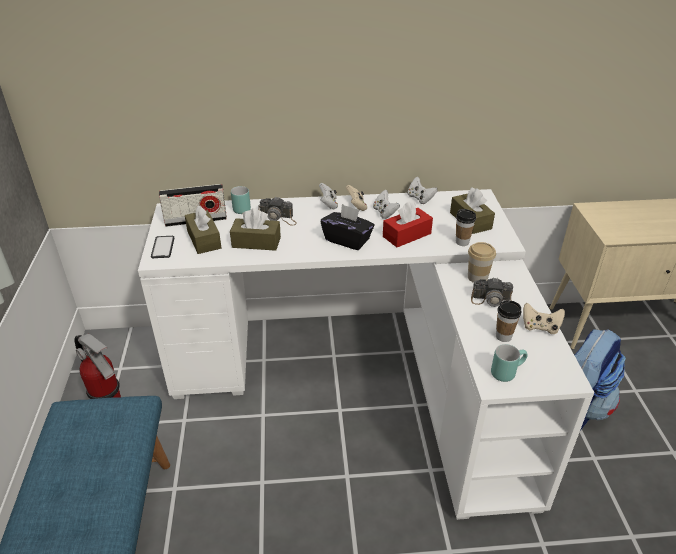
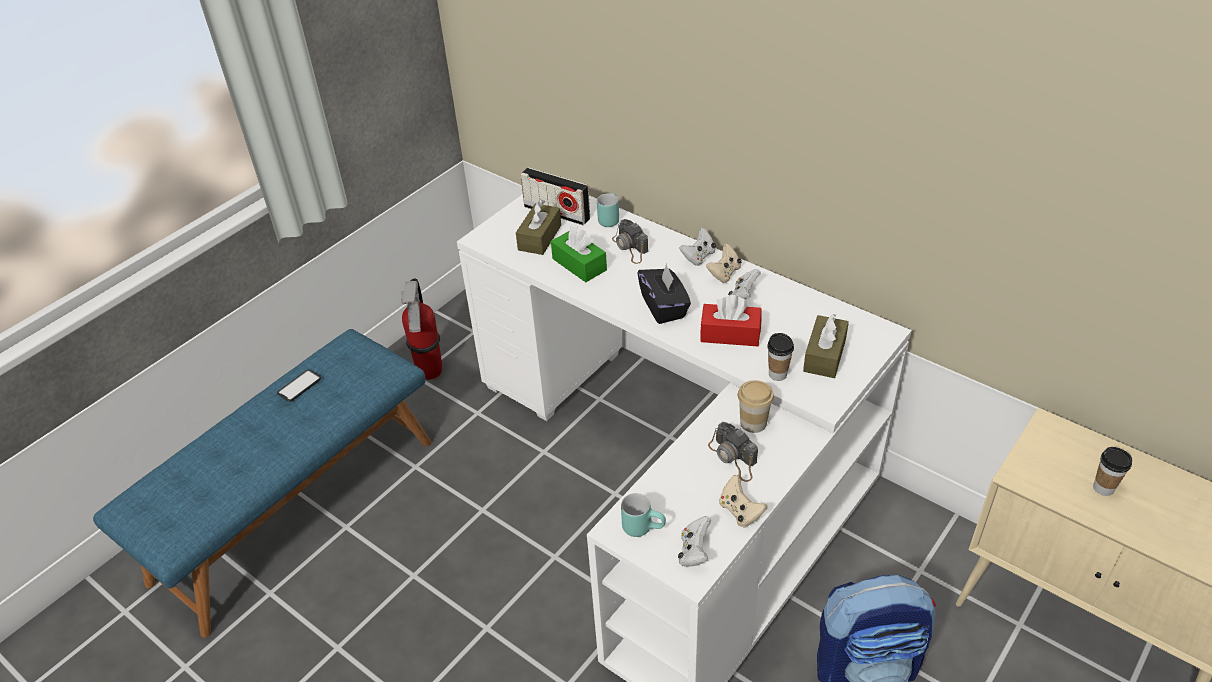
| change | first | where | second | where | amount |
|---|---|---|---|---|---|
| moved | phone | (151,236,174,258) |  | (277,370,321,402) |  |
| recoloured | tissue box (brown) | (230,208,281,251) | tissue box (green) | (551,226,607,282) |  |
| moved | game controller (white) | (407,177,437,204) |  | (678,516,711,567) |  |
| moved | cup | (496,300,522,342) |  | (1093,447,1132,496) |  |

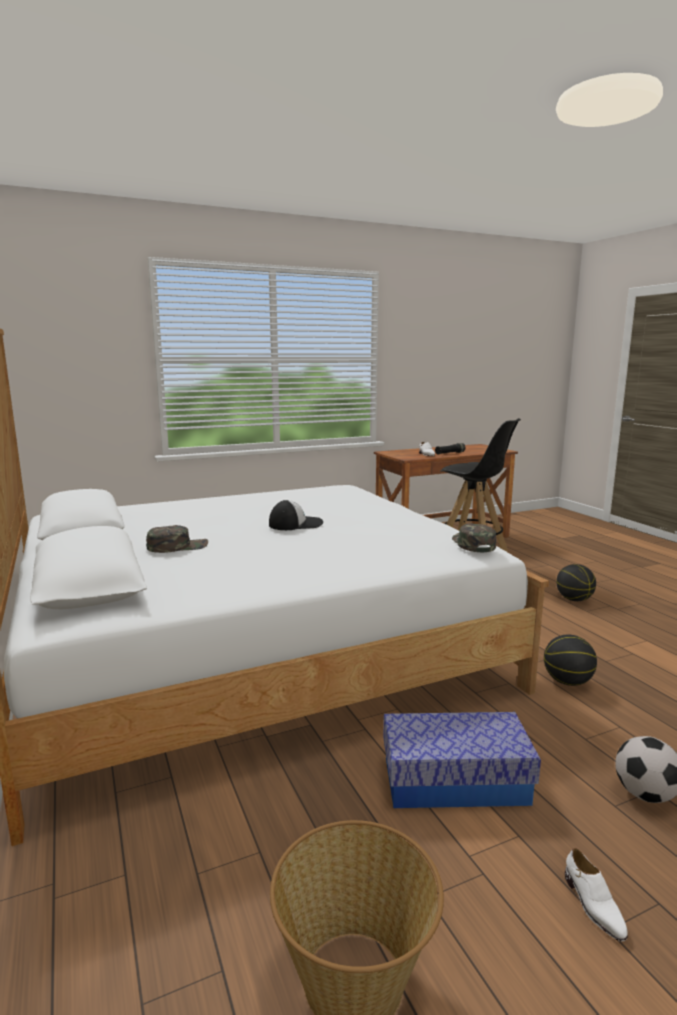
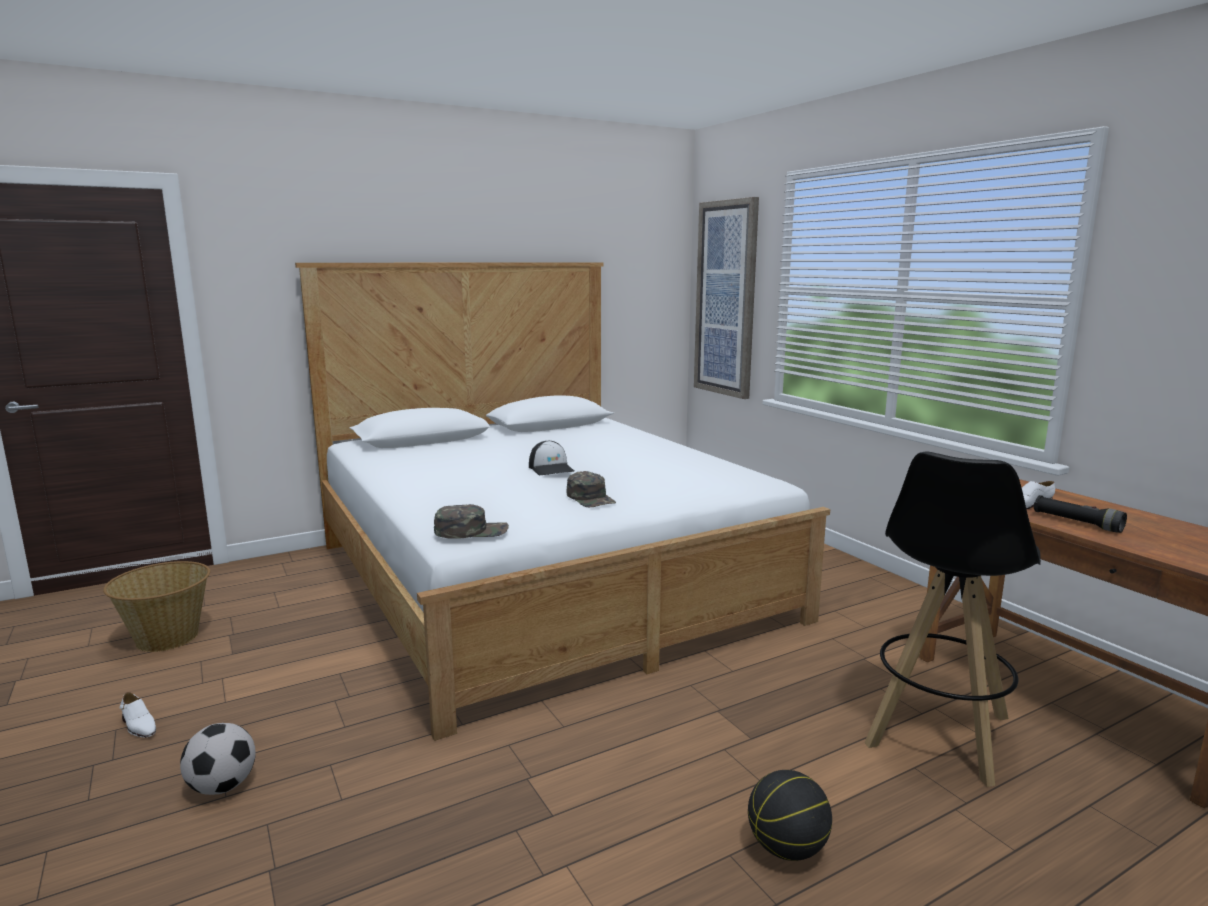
| change | first | where | second | where | amount |
|---|---|---|---|---|---|
| moved | cap (green) | (146,525,208,553) |  | (567,471,616,507) |  |
| removed | storage box | (383,712,541,808) |  |  |  |
| removed | basketball | (544,635,597,686) |  |  |  |
| turned | shoe (white) | (565,848,628,941) |  | (120,692,156,738) | 120 degrees counterclockwise |
| added |  |  | picture | (694,197,759,399) |  |

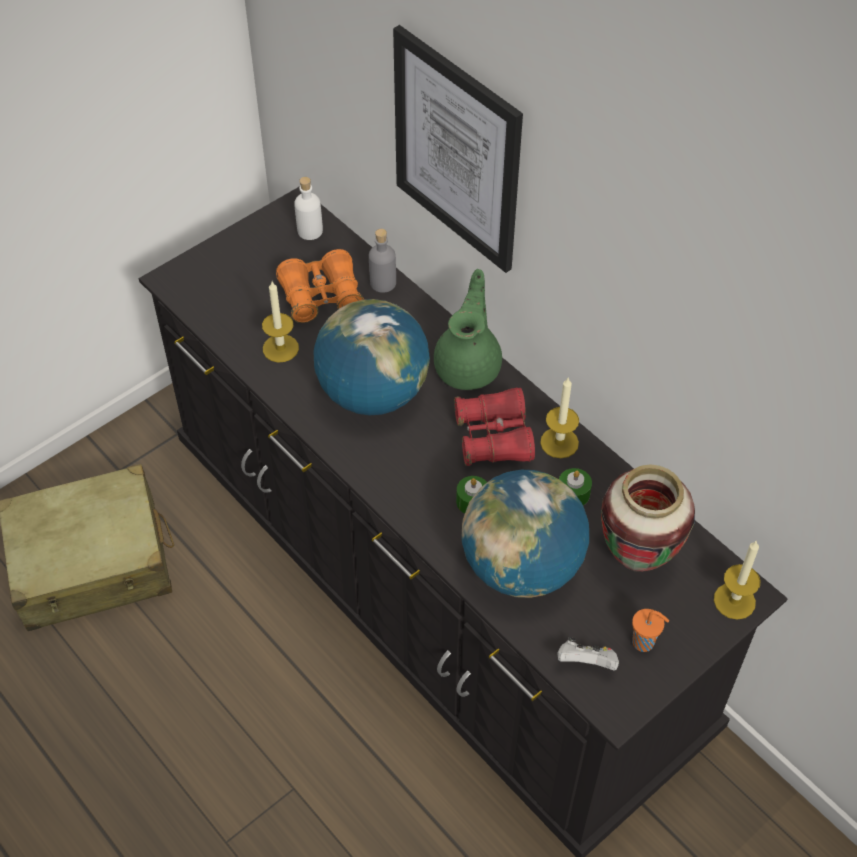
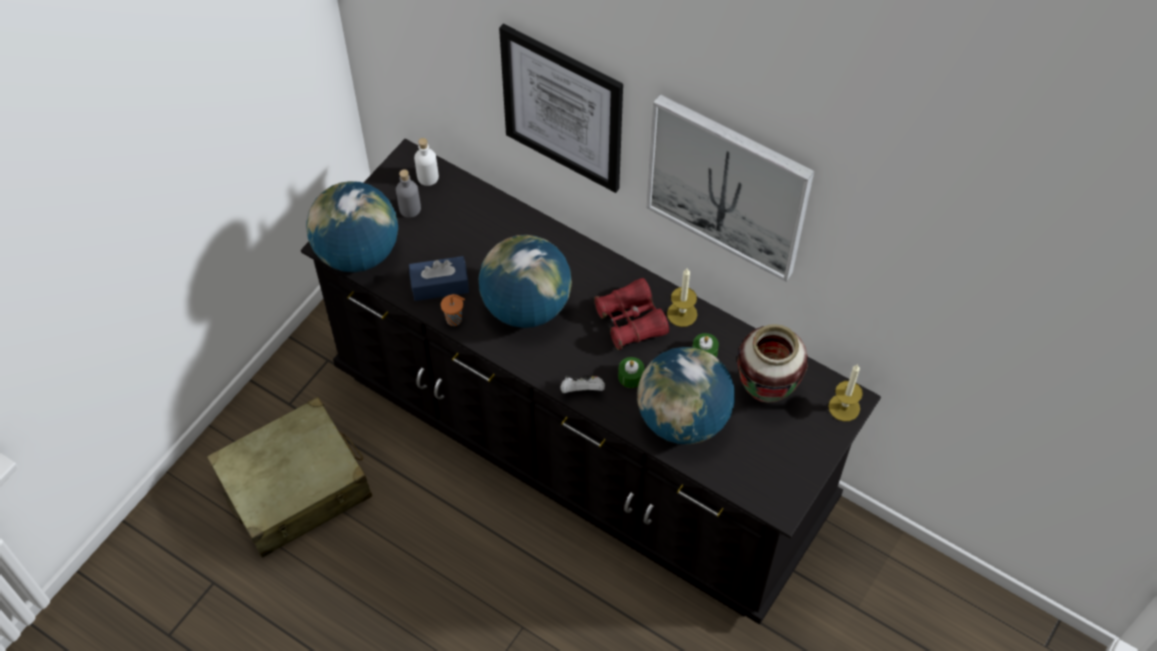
| change | first | where | second | where | amount |
|---|---|---|---|---|---|
| replaced | candle | (262,282,299,363) | tissue box (blue) | (409,256,469,301) |  |
| removed | binoculars (orange) | (276,249,364,323) |  |  |  |
| moved | bottle (grey) | (369,229,396,293) |  | (396,169,421,218) |  |
| removed | teapot (green) | (434,269,502,390) |  |  |  |
| moved | game controller (white) | (557,637,619,671) |  | (561,375,605,393) |  |
| moved | cup (orange) | (632,609,669,652) |  | (441,294,465,326) |  |
| added |  |  | globe | (306,181,398,272) |  |
| added |  |  | picture | (647,94,814,282) |  |

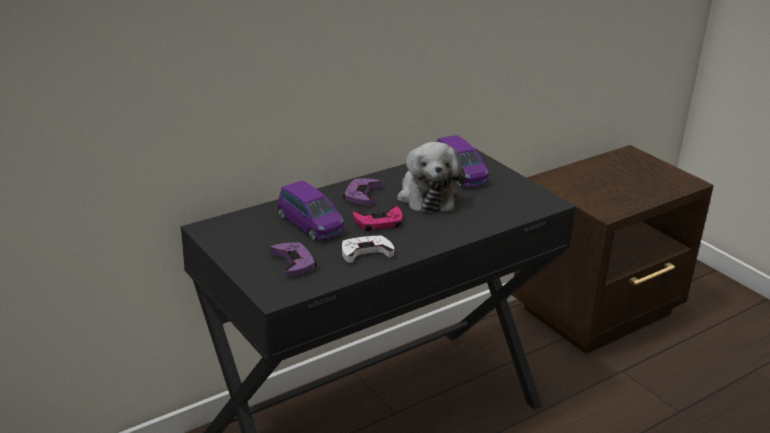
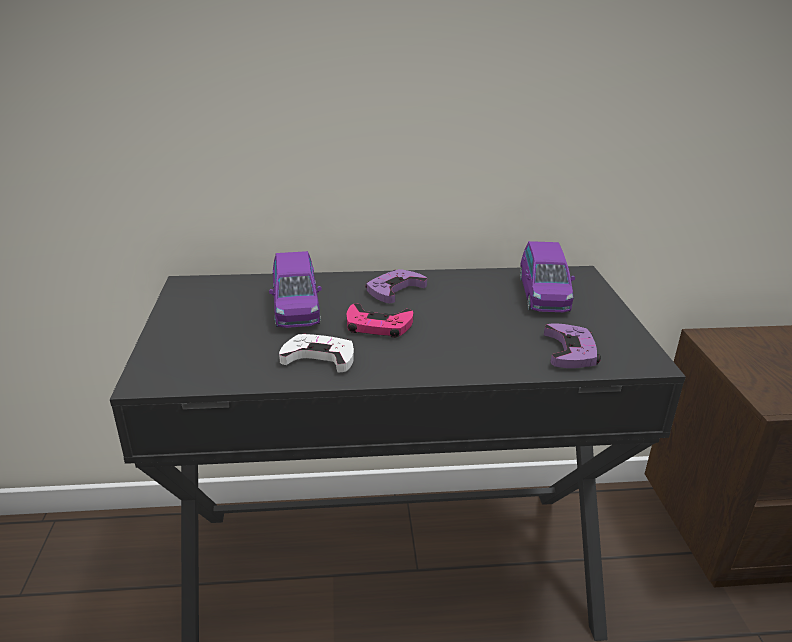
| change | first | where | second | where | amount |
|---|---|---|---|---|---|
| moved | game controller (purple) | (270,242,317,277) |  | (544,324,601,368) |  |
| removed | plush toy | (397,142,465,213) |  |  |  |

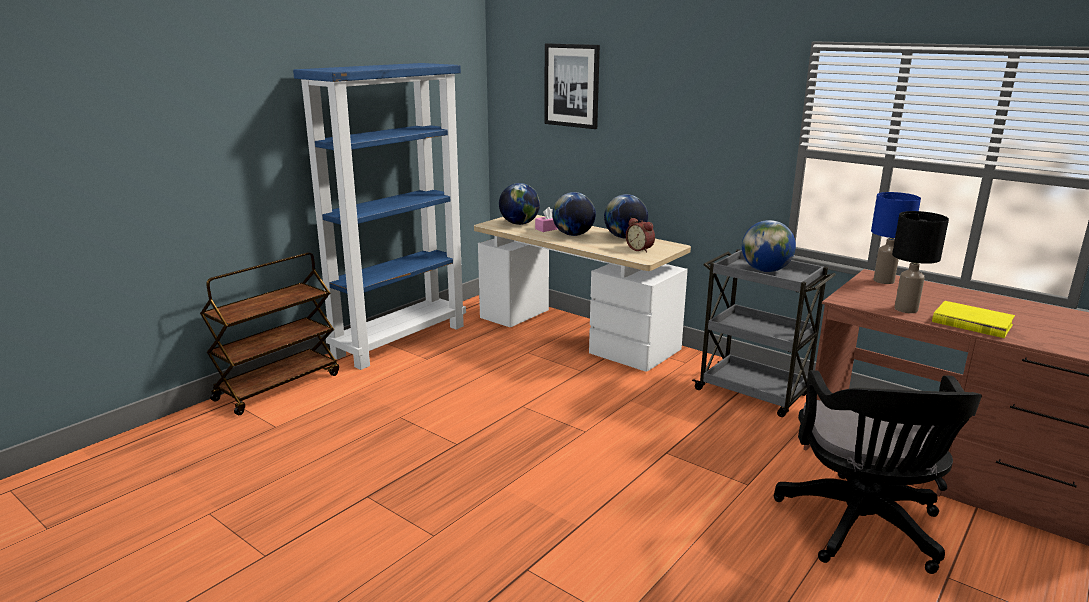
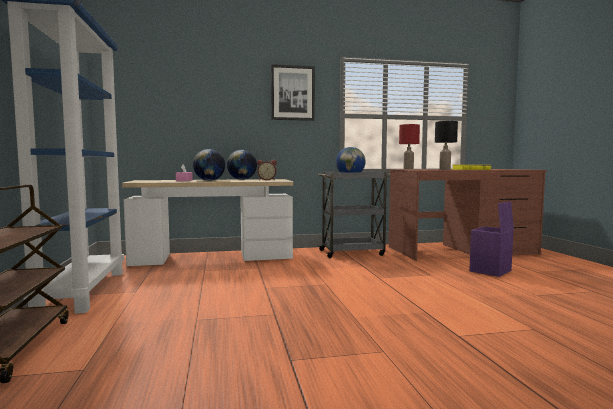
| change | first | where | second | where | amount |
|---|---|---|---|---|---|
| removed | globe | (499,183,540,225) |  |  |  |
| moved | picture | (544,44,600,129) |  | (271,64,315,121) |  |
| replaced | office chair (black) | (773,370,982,574) | storage box (purple) | (469,201,514,277) |  |
| recoloured | table lamp (blue) | (871,192,921,284) | table lamp (red) | (399,124,420,169) |  |

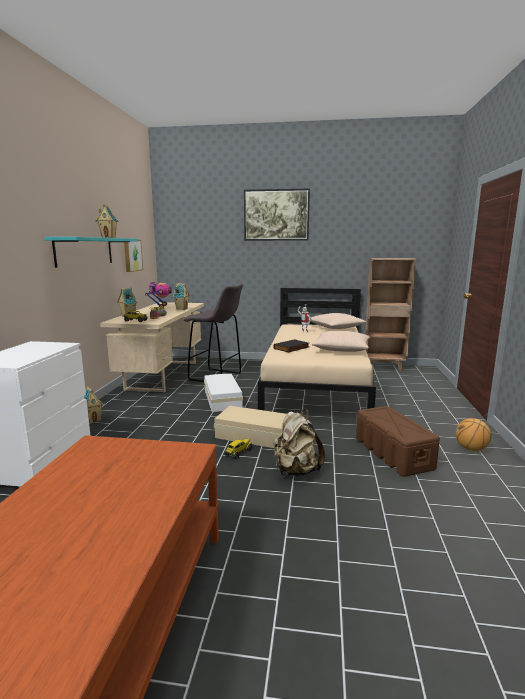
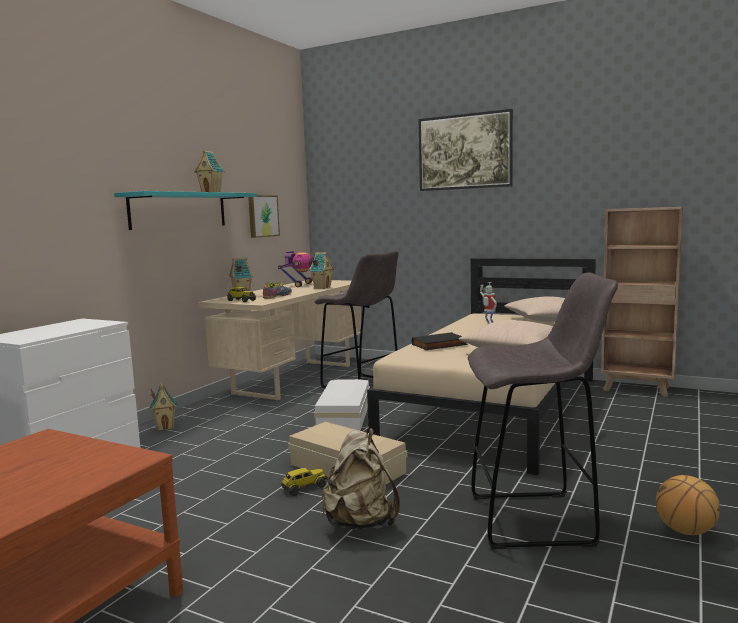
| change | first | where | second | where | amount |
|---|---|---|---|---|---|
| replaced | storage box (brown) | (356,406,440,477) | stool (grey) | (468,272,618,549) |  |

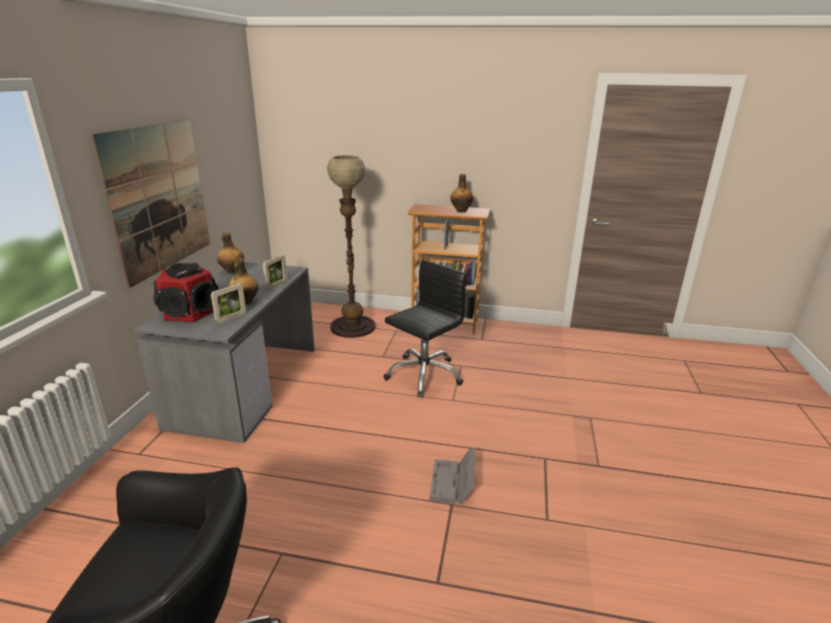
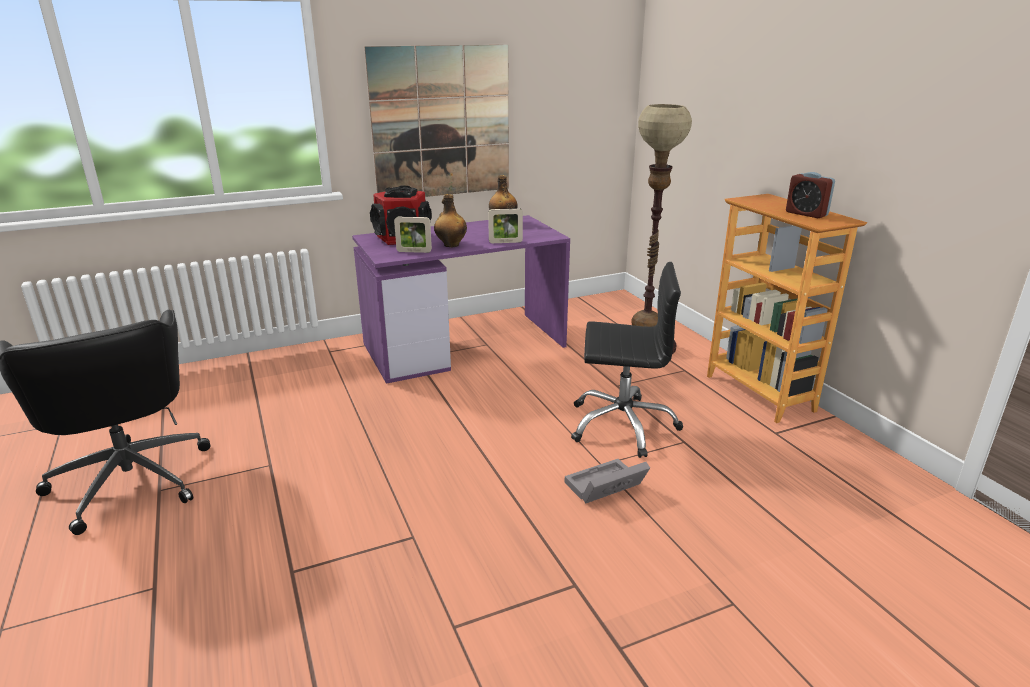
| change | first | where | second | where | amount |
|---|---|---|---|---|---|
| recoloured | desk (grey) | (134,262,315,443) | desk (purple) | (352,215,570,384) |  |
| moved | storage box (grey) | (429,448,475,505) |  | (564,459,650,504) |  |
| replaced | bottle | (451,174,473,213) | alarm clock | (786,172,835,218) |  |

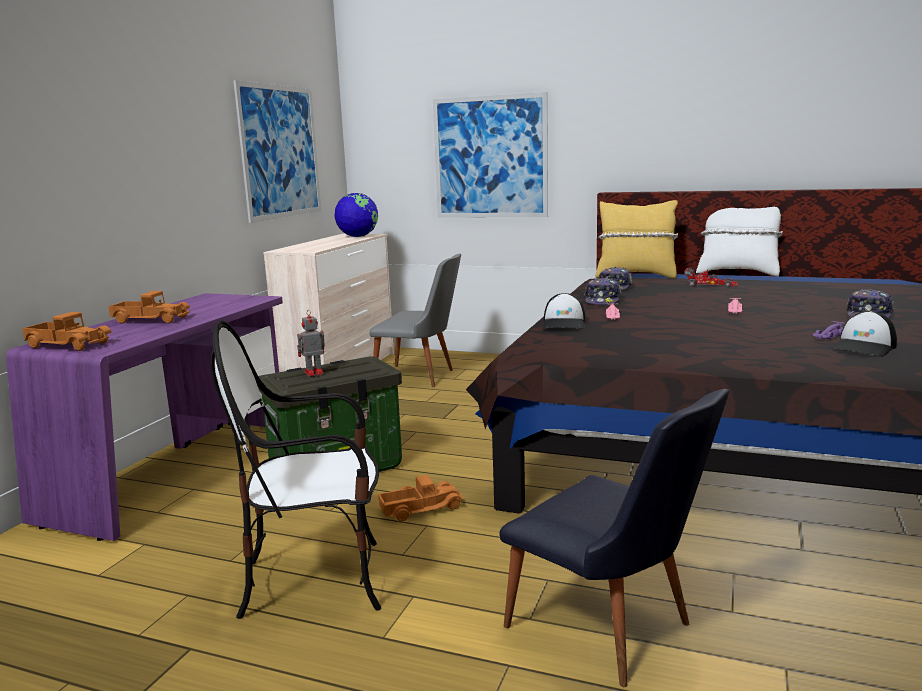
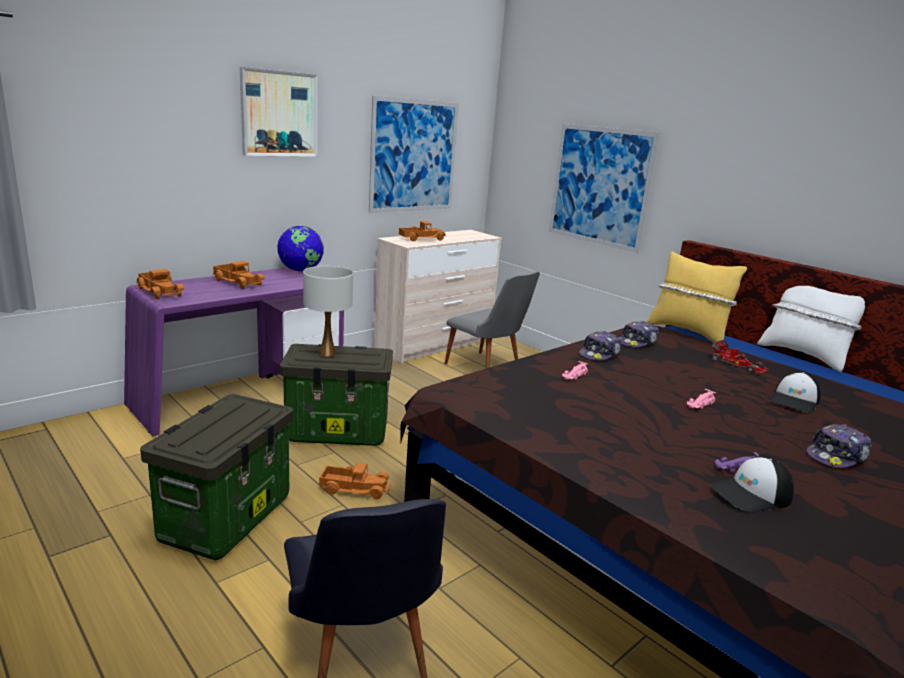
| change | first | where | second | where | amount |
|---|---|---|---|---|---|
| replaced | chair | (210,320,381,619) | storage box | (140,394,293,560) |  |
| replaced | toy robot | (297,310,325,377) | table lamp (white) | (303,266,353,357) |  |
| moved | globe | (335,193,378,237) |  | (277,226,324,271) |  |
| moved | cap | (543,293,586,329) |  | (770,371,821,413) |  |
| added |  |  | picture | (240,67,318,157) |  |
| added |  |  | toy truck | (399,221,446,241) |  |

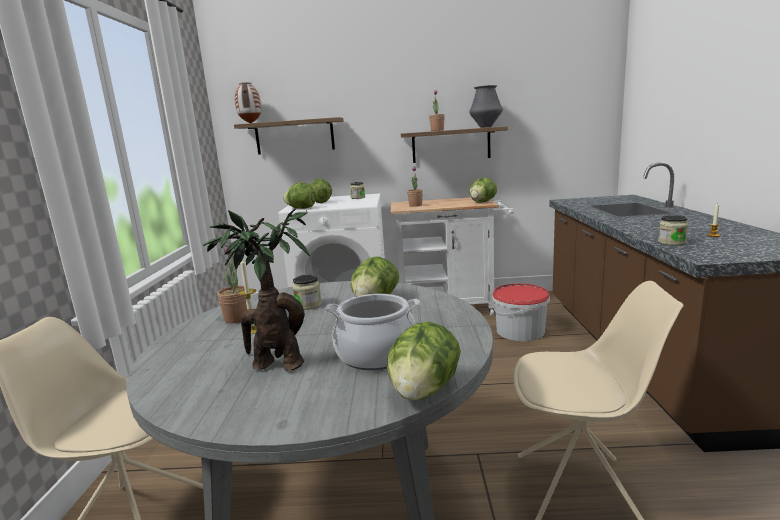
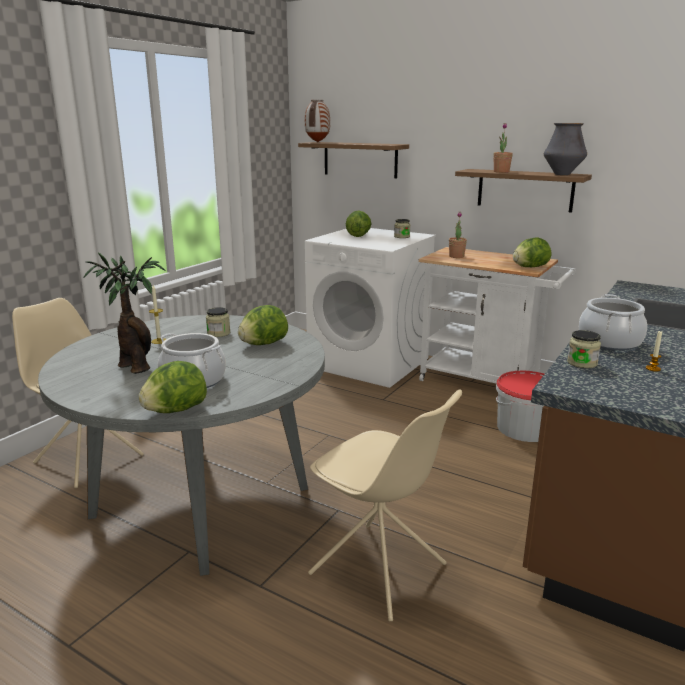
| change | first | where | second | where | amount |
|---|---|---|---|---|---|
| removed | potted plant | (217,246,247,323) |  |  |  |
| removed | lettuce | (283,182,316,209) |  |  |  |
| added |  |  | cooking pot | (579,294,647,351) |  |

